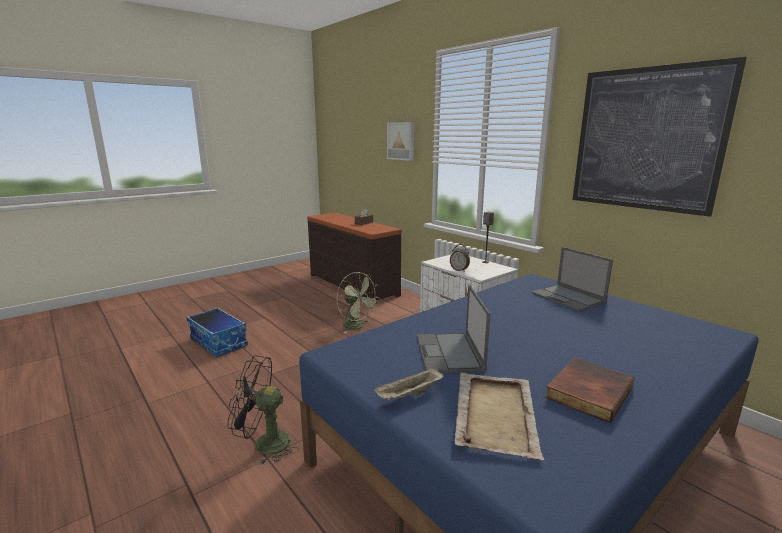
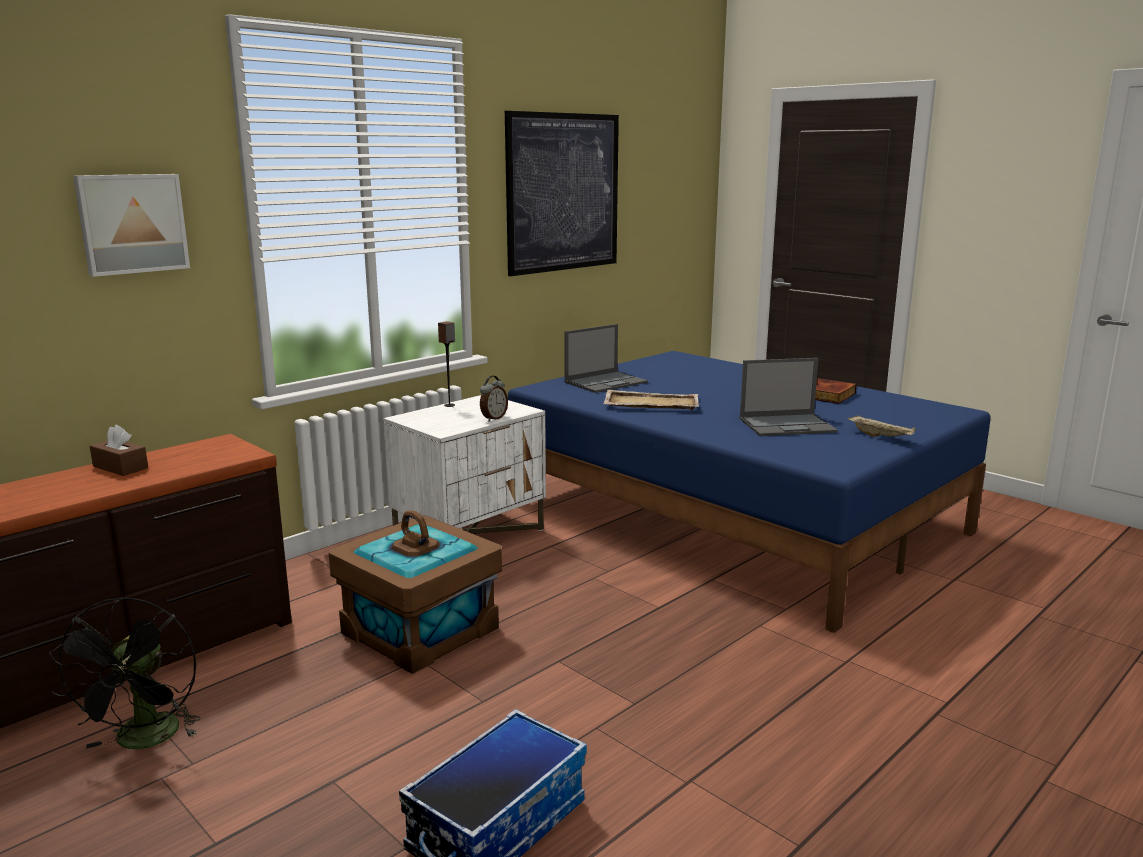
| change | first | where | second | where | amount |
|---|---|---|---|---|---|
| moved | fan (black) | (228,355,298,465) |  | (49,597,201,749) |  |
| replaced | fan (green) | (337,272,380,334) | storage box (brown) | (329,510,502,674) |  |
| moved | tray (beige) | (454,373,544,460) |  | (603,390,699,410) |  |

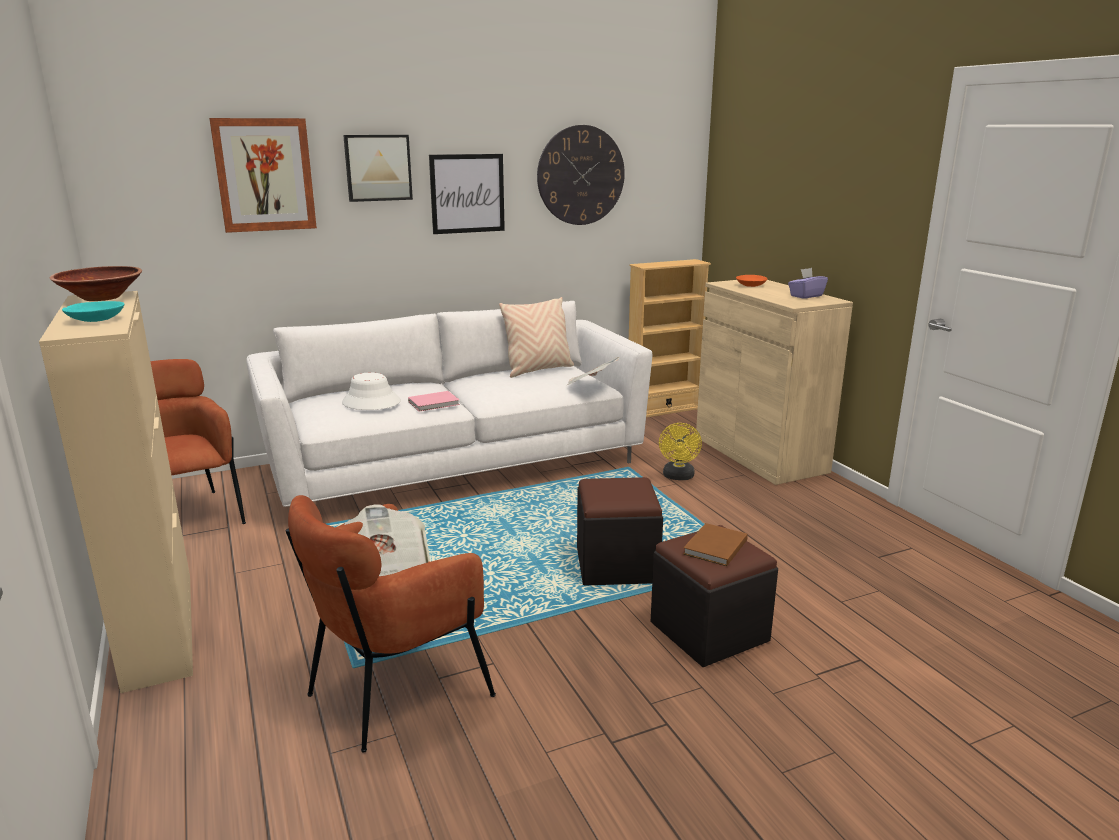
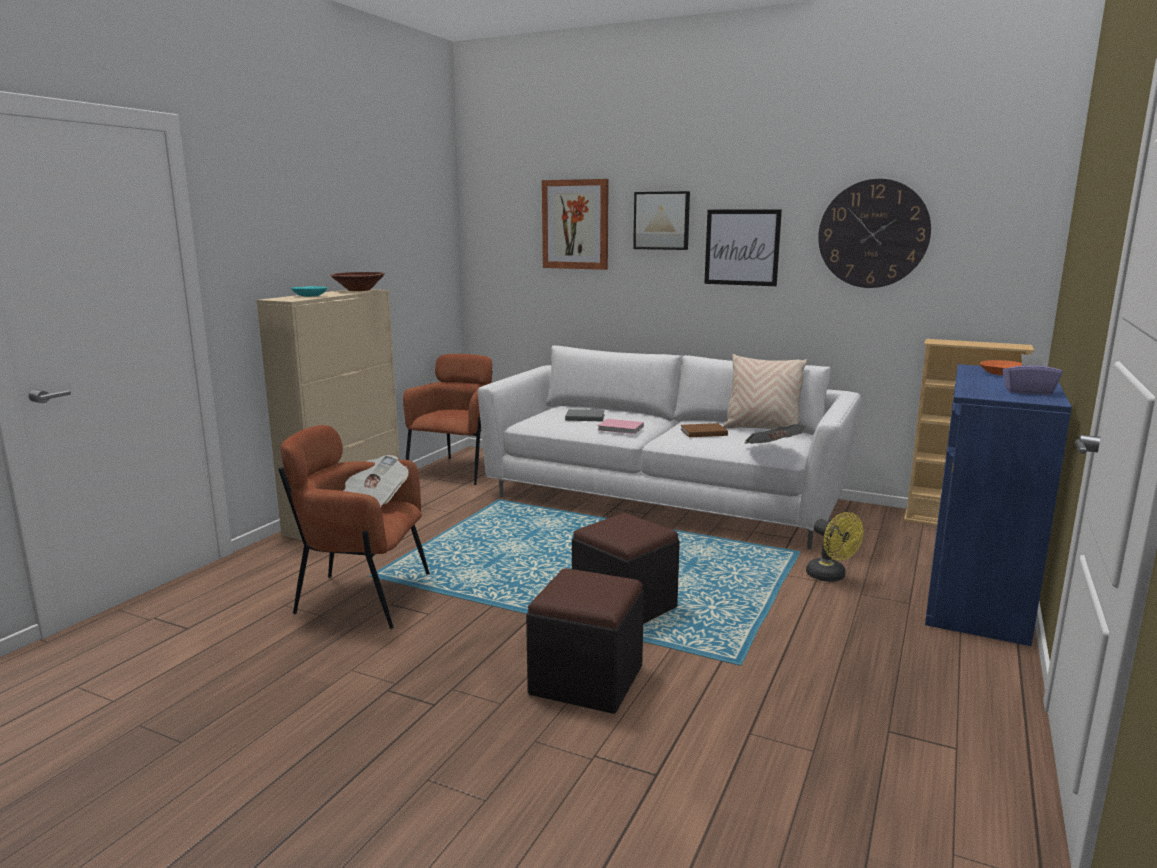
| change | first | where | second | where | amount |
|---|---|---|---|---|---|
| replaced | hat (white) | (342,373,401,410) | book (grey) | (565,409,605,421) |  |
| turned | fan (yellow) | (659,423,702,480) |  | (806,512,864,582) | 90 degrees counterclockwise |
| moved | book (brown) | (683,523,748,566) |  | (680,423,728,437) |  |
| recoloured | cabinet (beige) | (696,280,853,485) | cabinet (blue) | (925,364,1072,646) |  |

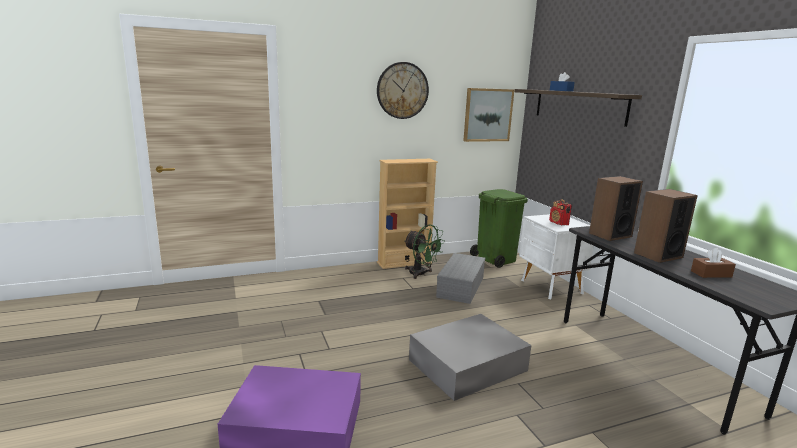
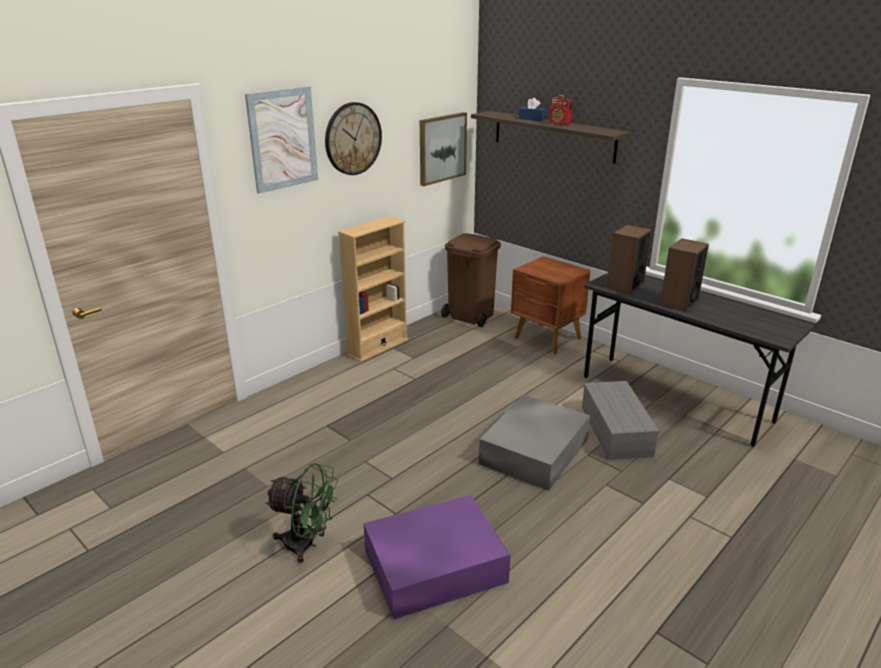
| change | first | where | second | where | amount |
|---|---|---|---|---|---|
| moved | fan (green) | (404,224,445,279) |  | (265,463,338,563) |  |
| moved | storage box (grey) | (436,253,486,304) |  | (582,381,660,460) |  |
| recoloured | trash can (green) | (470,189,528,268) | trash can (brown) | (441,233,501,327) |  |
| recoloured | nightstand (white) | (519,214,594,299) | nightstand (brown) | (511,256,591,354) |  |
| moved | radio | (549,199,572,225) |  | (549,95,574,125) |  |
| removed | tissue box (brown) | (691,248,736,278) |  |  |  |
| added |  |  | picture | (245,86,318,194) |  |

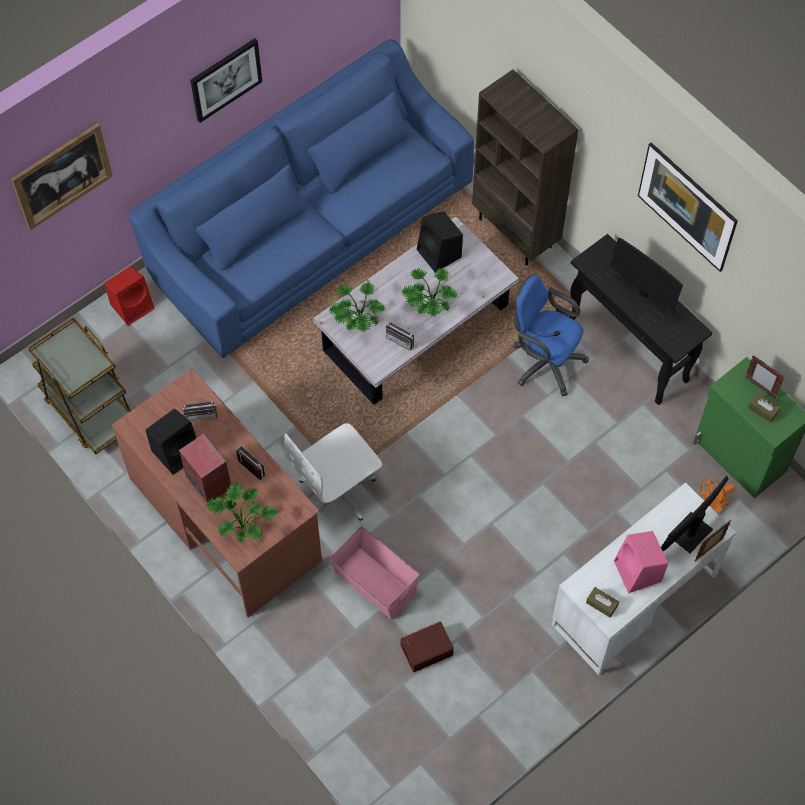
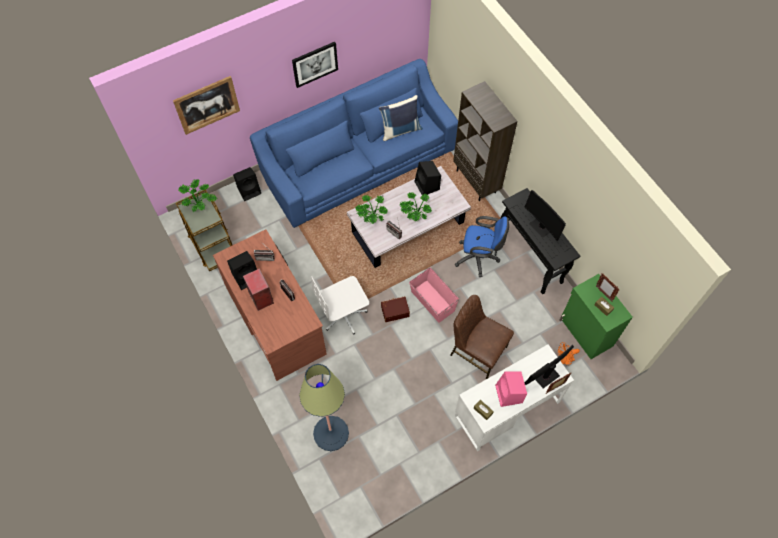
| change | first | where | second | where | amount |
|---|---|---|---|---|---|
| recoloured | speaker (red) | (104,266,155,326) | speaker (black) | (233,167,261,201) |  |
| moved | potted plant | (206,482,279,544) |  | (178,179,218,212) |  |
| moved | storage box (pink) | (330,527,420,620) |  | (409,267,459,323) |  |
| moved | storage box (brown) | (401,621,454,672) |  | (381,296,410,322) |  |
| turned | office chair (blue) | (513,274,589,396) |  | (455,216,509,277) | 150 degrees clockwise |
| removed | picture | (638,142,738,272) |  |  |  |
| added |  |  | floor lamp | (299,364,349,451) |  |
| added |  |  | pillow (blue) | (379,95,423,141) |  |
| added |  |  | chair (brown) | (451,295,514,379) |  |

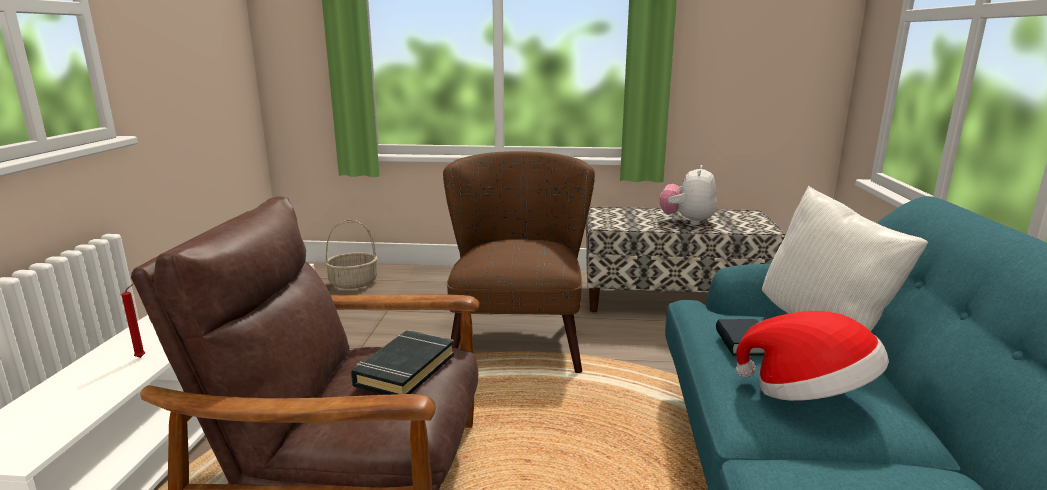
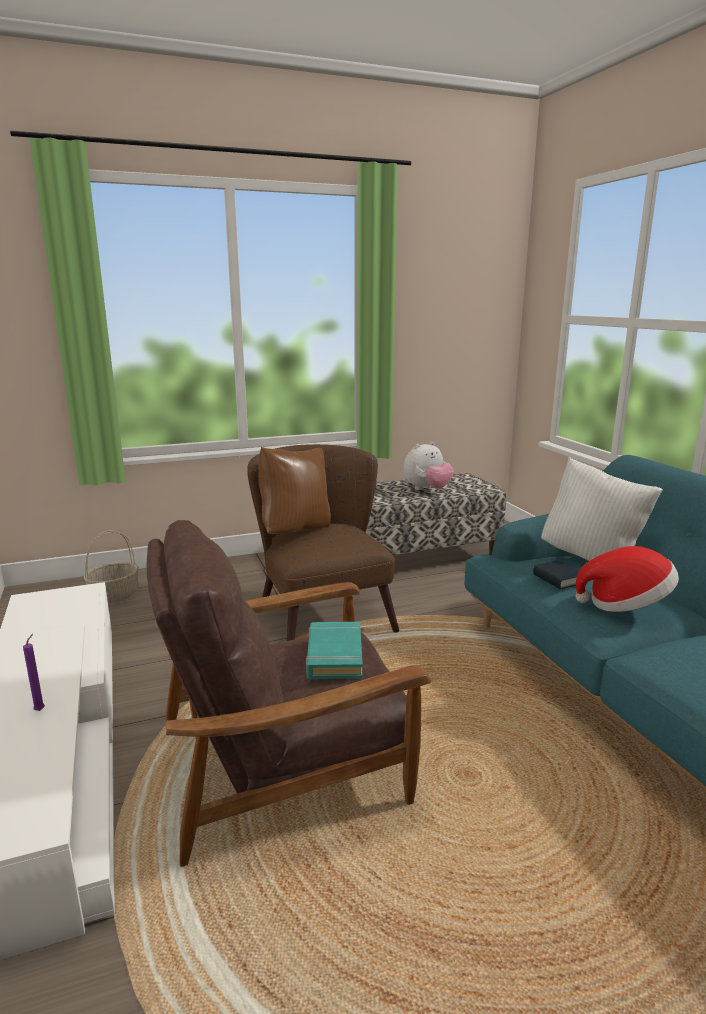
| change | first | where | second | where | amount |
|---|---|---|---|---|---|
| recoloured | candle (red) | (122,283,145,358) | candle (purple) | (23,634,45,711) |  |
| recoloured | book (black) | (351,330,455,395) | book (turquoise) | (306,622,363,679) |  |
| turned | plush toy | (660,165,717,225) |  | (404,441,454,490) | 120 degrees counterclockwise |
| added |  |  | pillow (brown) | (258,447,331,534) |  |

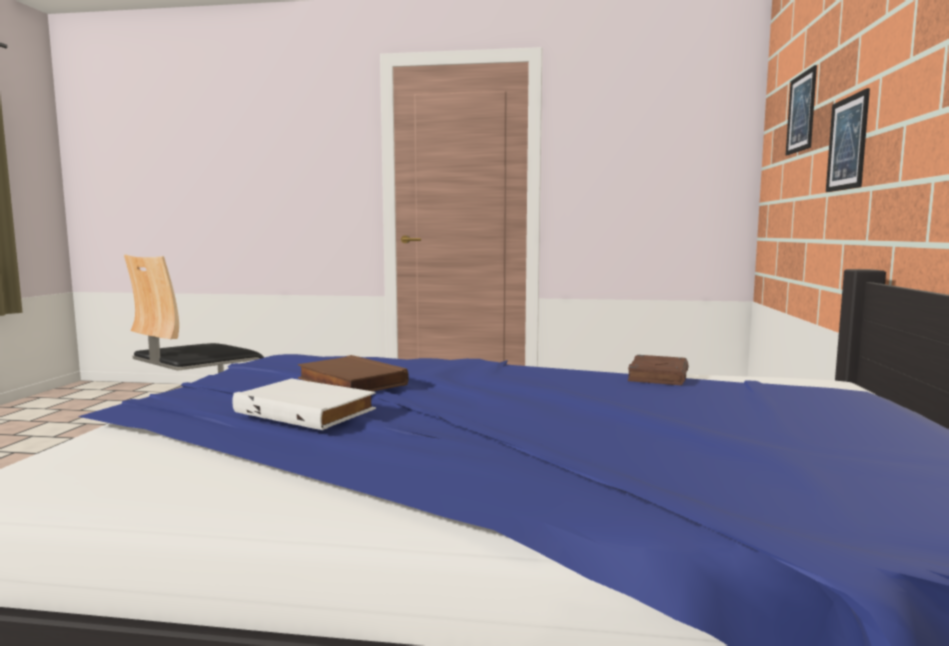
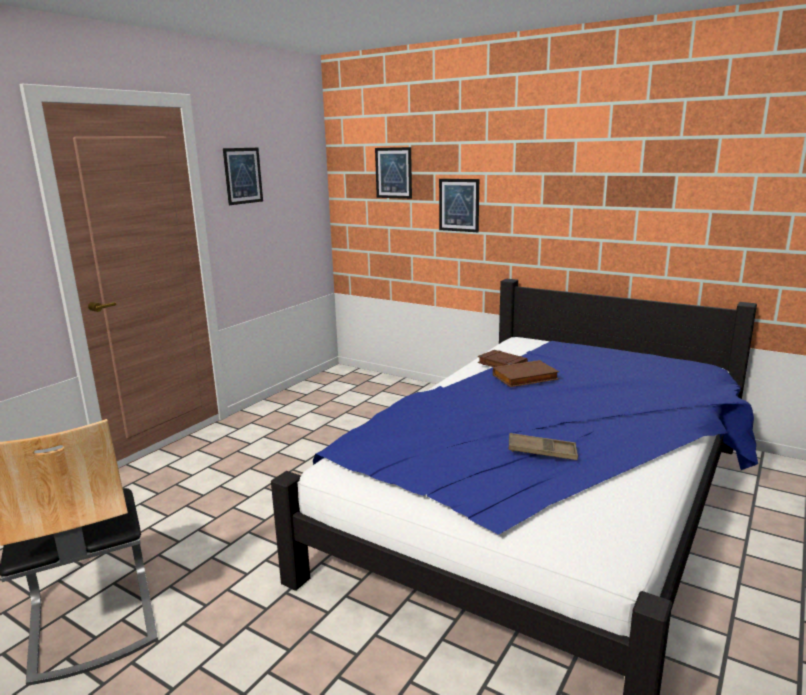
| change | first | where | second | where | amount |
|---|---|---|---|---|---|
| replaced | book (white) | (232,378,376,430) | tray (brown) | (509,433,578,460) |  |
| moved | book (brown) | (298,355,409,391) |  | (493,360,559,387) |  |
| added |  |  | picture | (223,148,263,205) |  |

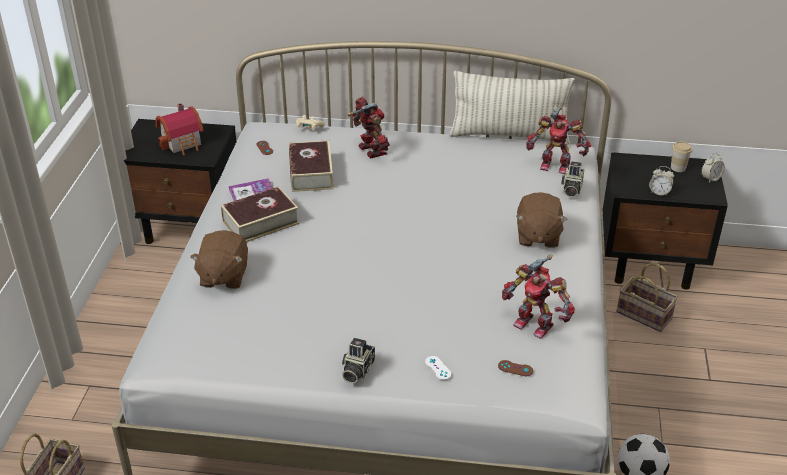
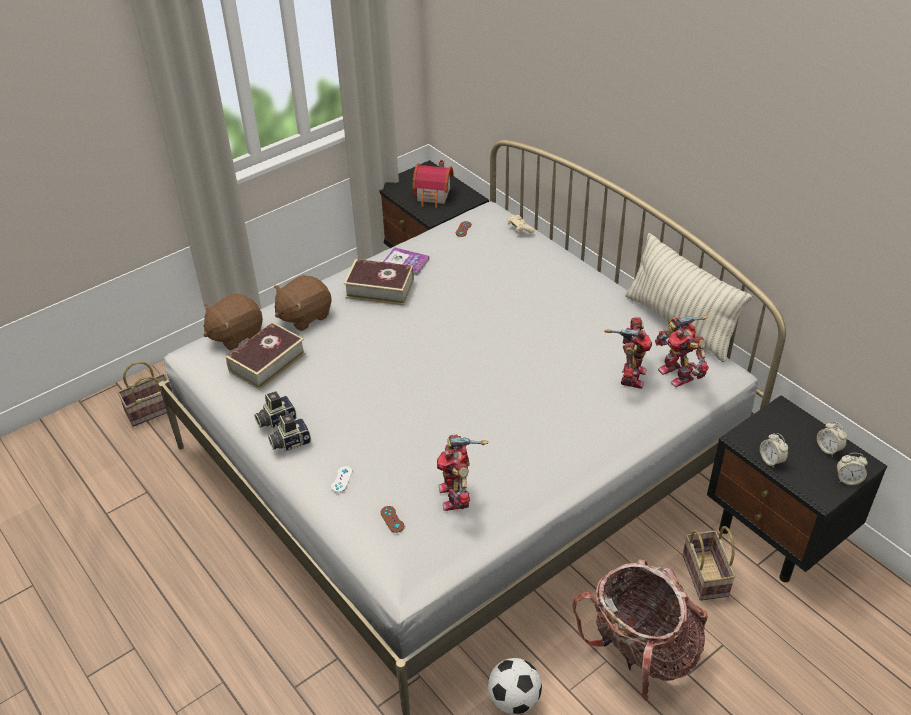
| change | first | where | second | where | amount |
|---|---|---|---|---|---|
| moved | book | (289,140,334,192) |  | (226,322,306,390) |  |
| moved | toy robot | (348,97,390,158) |  | (604,317,652,389) |  |
| moved | plush toy (brown) | (516,192,567,248) |  | (204,293,263,350) |  |
| moved | photo camera | (561,161,584,197) |  | (254,391,297,429) |  |
| replaced | cup | (671,142,692,172) | alarm clock | (817,421,847,457) |  |
| added |  |  | backpack | (573,559,708,703) |  |

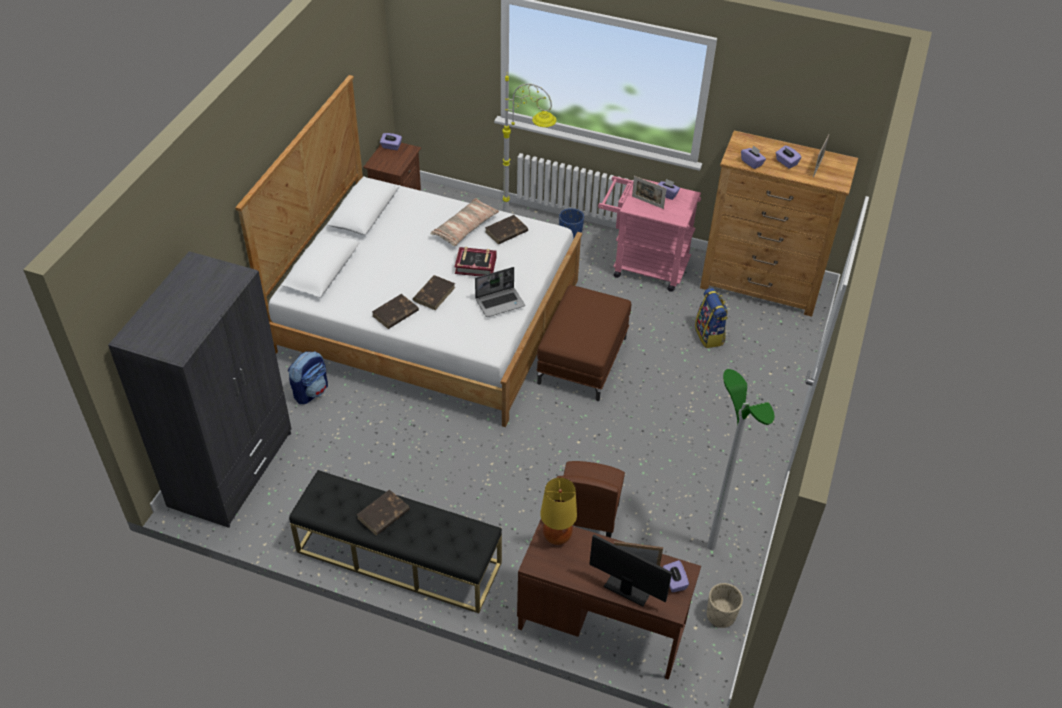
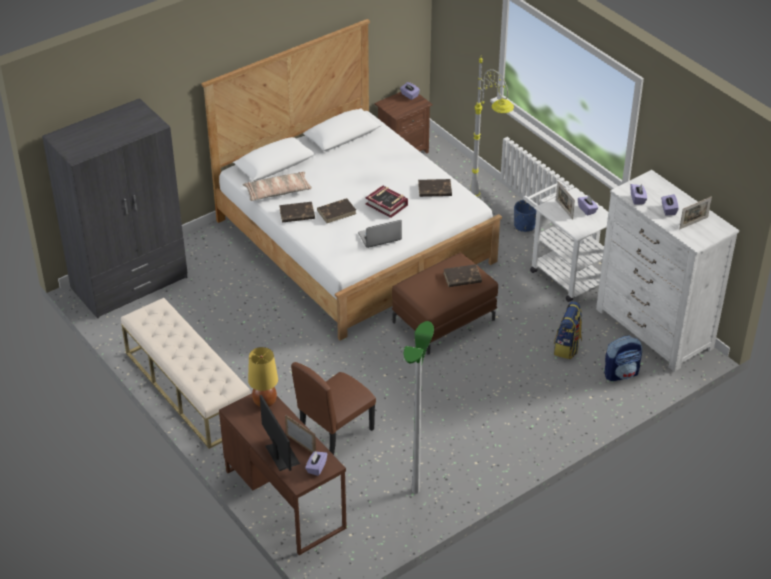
| change | first | where | second | where | amount |
|---|---|---|---|---|---|
| moved | backpack | (288,351,328,404) |  | (604,336,642,381) |  |
| recoloured | bench (black) | (289,470,502,613) | bench (beige) | (121,298,251,449) |  |
| moved | book (brown) | (357,490,410,535) |  | (443,264,482,287) |  |
| moved | pillow | (430,198,499,246) |  | (243,172,312,201) |  |
| turned | laptop | (475,267,525,317) |  | (358,220,402,248) | 150 degrees clockwise |
| recoloured | cart (pink) | (598,176,701,292) | cart (white) | (523,180,608,302) |  |
| recoloured | dresser (brown) | (700,130,858,317) | dresser (white) | (596,170,739,372) |  |
| removed | planter (beige) | (707,583,743,628) |  |  |  |

